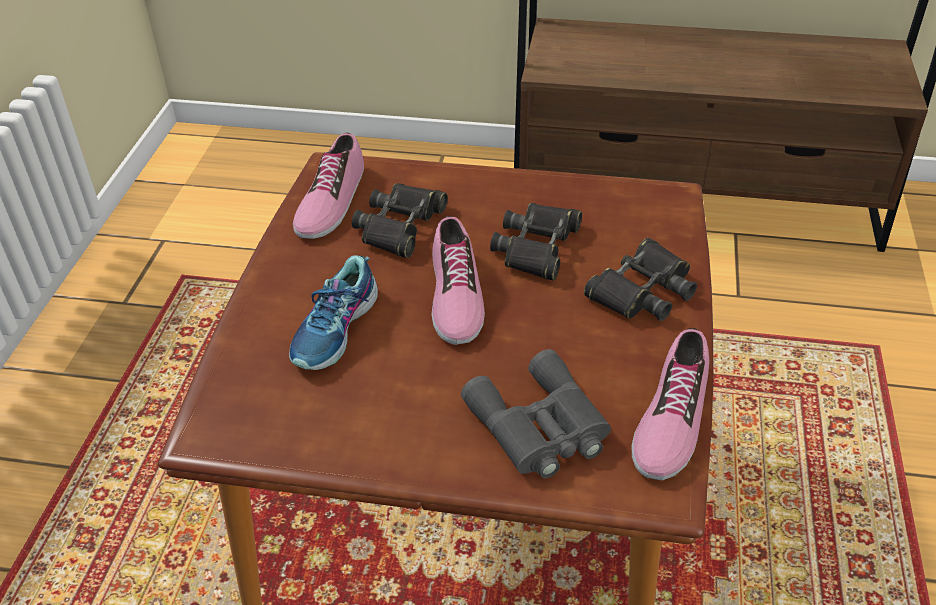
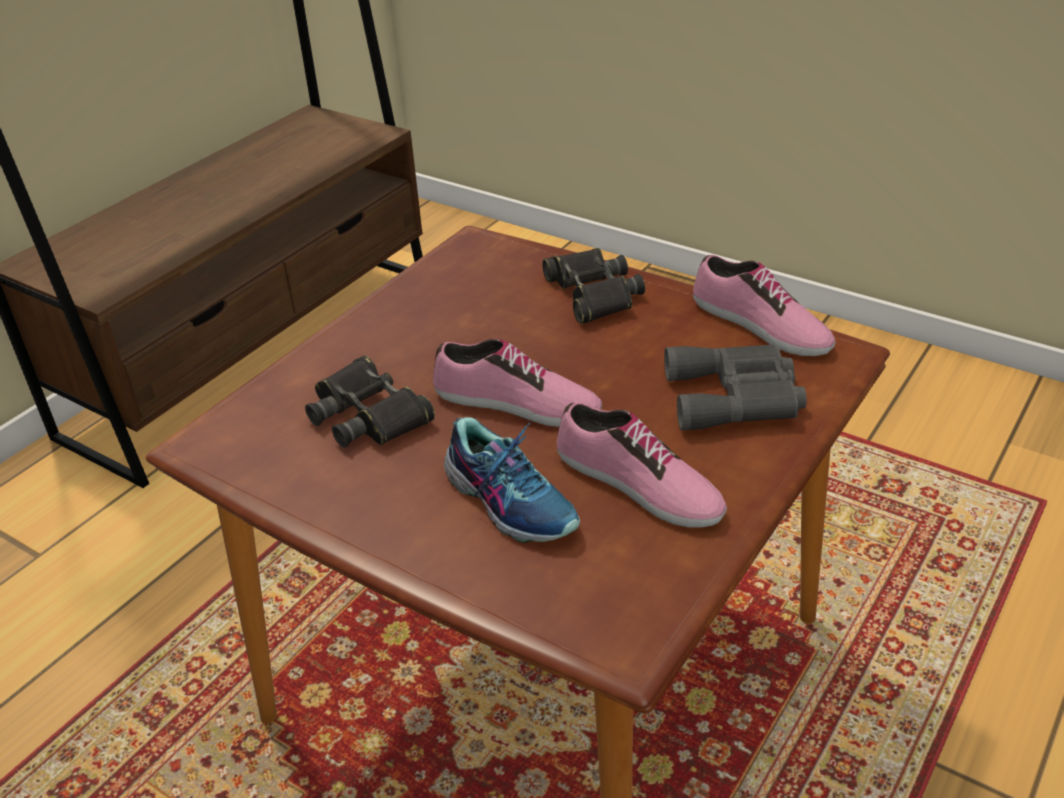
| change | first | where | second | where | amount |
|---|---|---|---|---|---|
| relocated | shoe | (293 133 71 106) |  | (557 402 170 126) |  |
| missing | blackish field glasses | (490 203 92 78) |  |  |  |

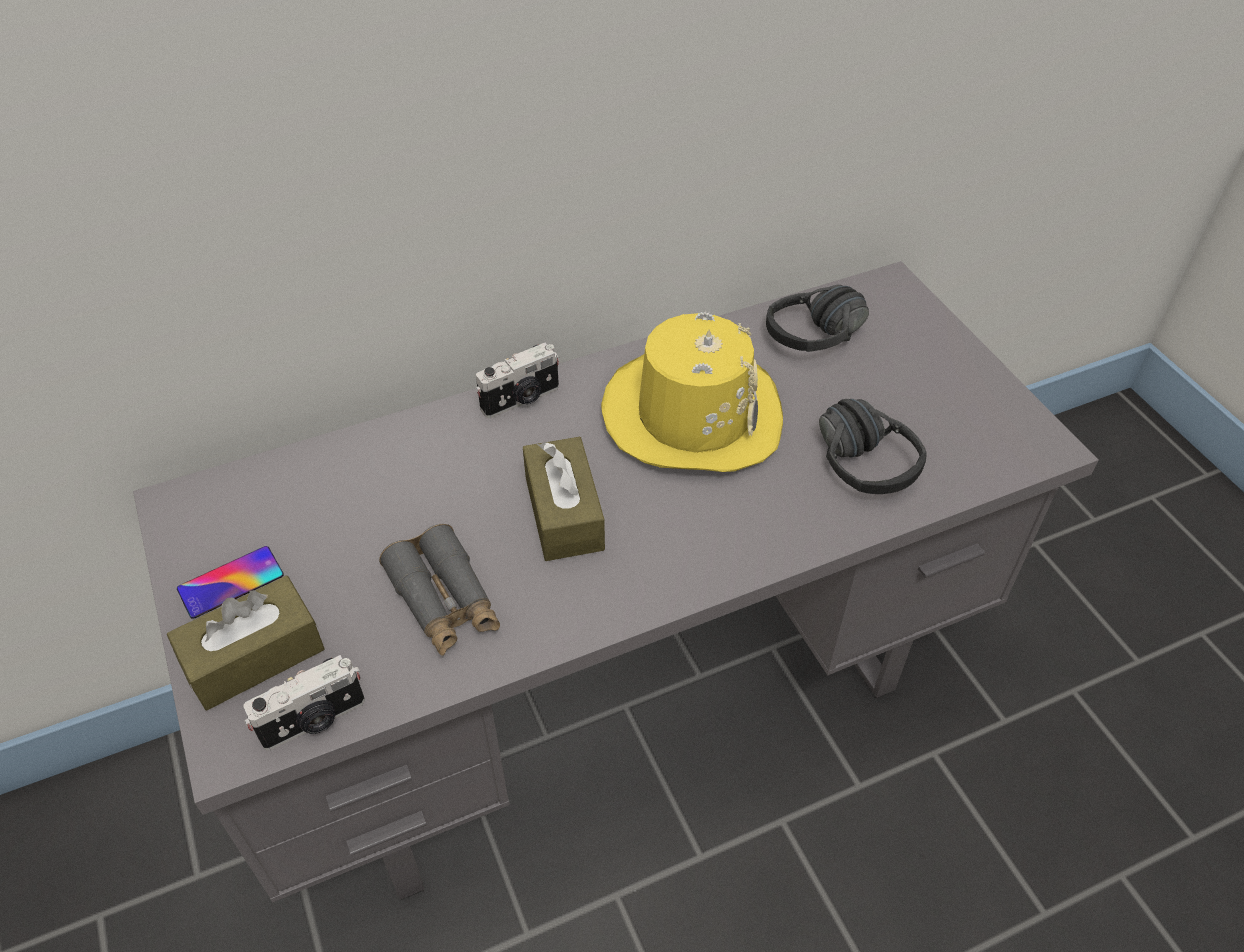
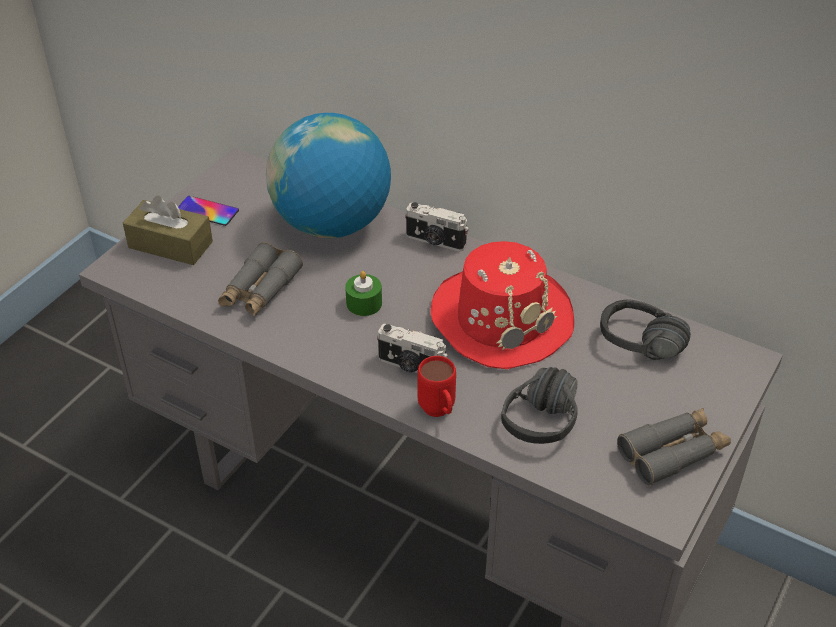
| change | first | where | second | where | amount |
|---|---|---|---|---|---|
| colour | yellowish hat | (601 312 182 160) | red-coloured hat | (431 241 143 128) |  |
| exchanged | brown tissue holder | (523 437 82 124) | green-coloured wax light | (345 271 37 45) |  |
| relocated | still camera | (243 655 122 96) |  | (377 324 70 49) |  |
| appeared |  |  | globe | (266 113 125 125) |  |
| appeared |  |  | red-coloured tea mug | (417 356 39 61) |  |
| appeared |  |  | greyish field glasses | (617 408 114 78) |  |

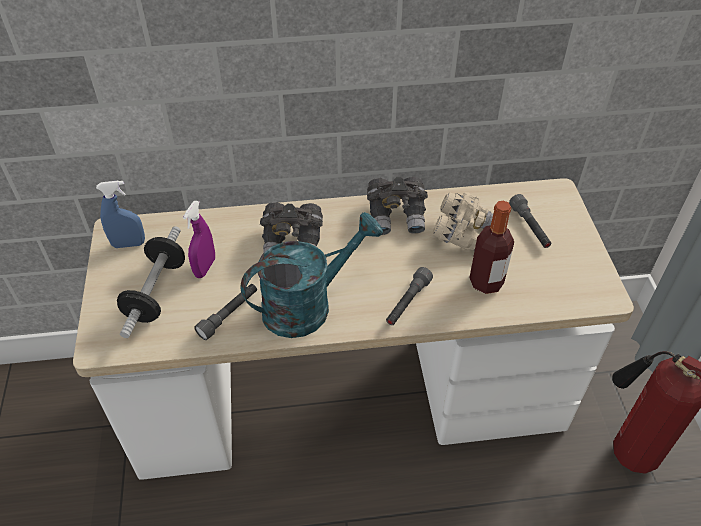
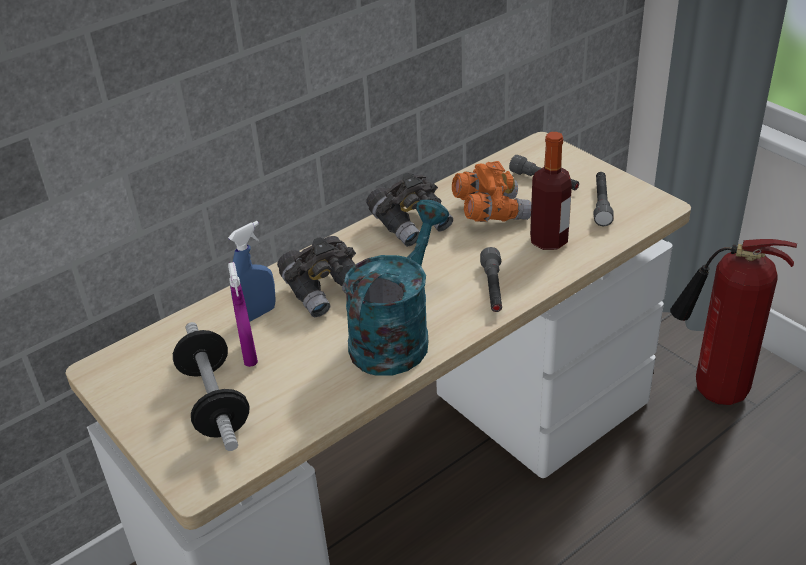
| change | first | where | second | where | amount |
|---|---|---|---|---|---|
| relocated | bluish hand sprayer | (96 180 49 68) |  | (228 221 47 101) |  |
| colour | sand-coloured field glasses | (433 192 60 59) | orangey field glasses | (452 161 79 61) |  |
| relocated | greyish hand torch | (194 284 63 56) |  | (593 172 21 54) |  |

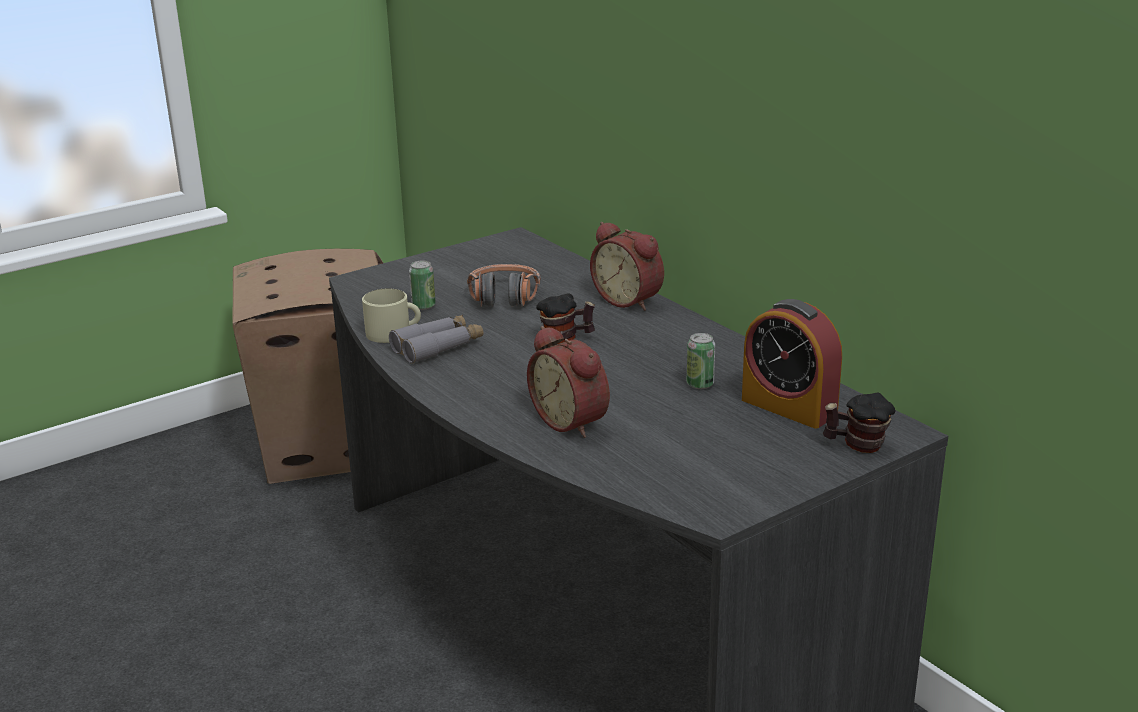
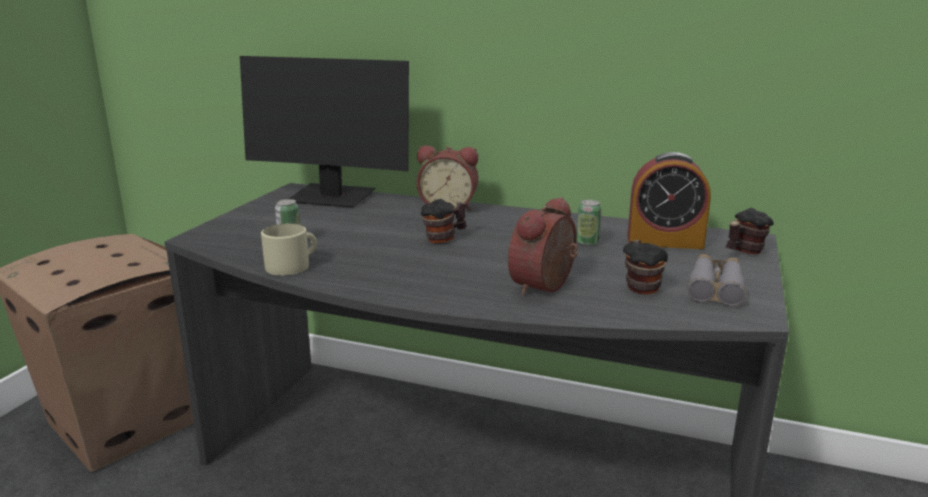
| change | first | where | second | where | amount |
|---|---|---|---|---|---|
| missing | headset | (467 264 74 43) |  |  |  |
| relocated | greyish field glasses | (389 315 94 49) |  | (687 254 59 52) |  |
| spun | bedside clock | (527 326 83 112) |  | (508 197 70 99) | 105 degrees clockwise |
| appeared |  |  | monitor | (240 56 169 152) |  |
| appeared |  |  | tea mug | (623 240 45 54) |  |

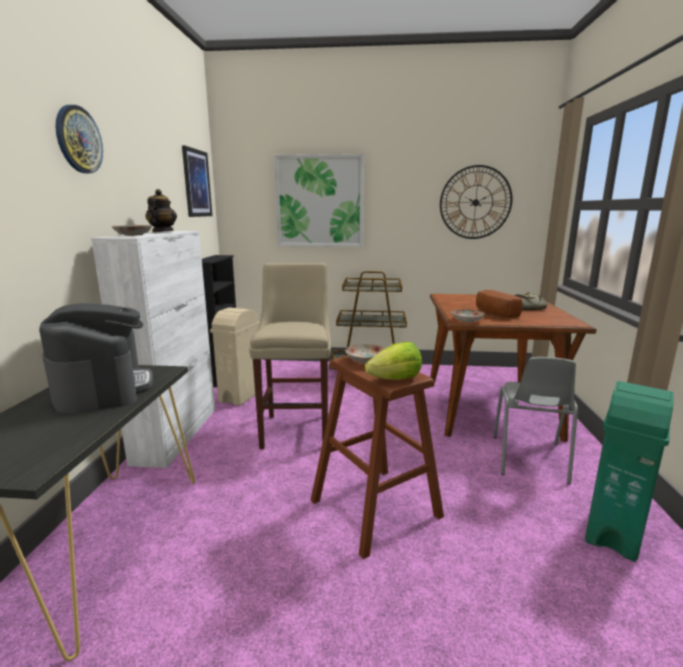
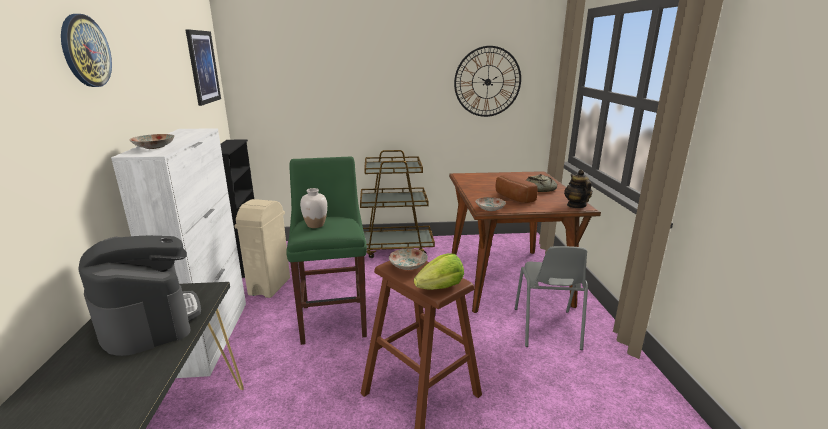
| change | first | where | second | where | amount |
|---|---|---|---|---|---|
| missing | picture | (274 154 90 93) |  |  |  |
| relocated | teapot | (146 189 31 43) |  | (564 170 29 38) |  |
| colour | sand-coloured stool | (249 263 82 186) | green-coloured stool | (286 156 81 189) |  |
| missing | green-coloured rubbish bin | (585 381 89 180) |  |  |  |
| appeared |  |  | white flower vase | (300 188 27 40) |  |

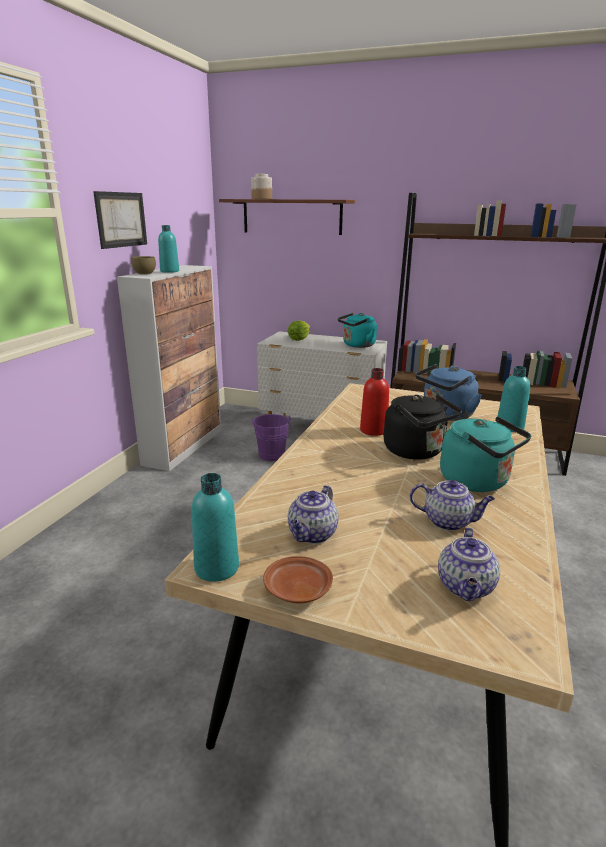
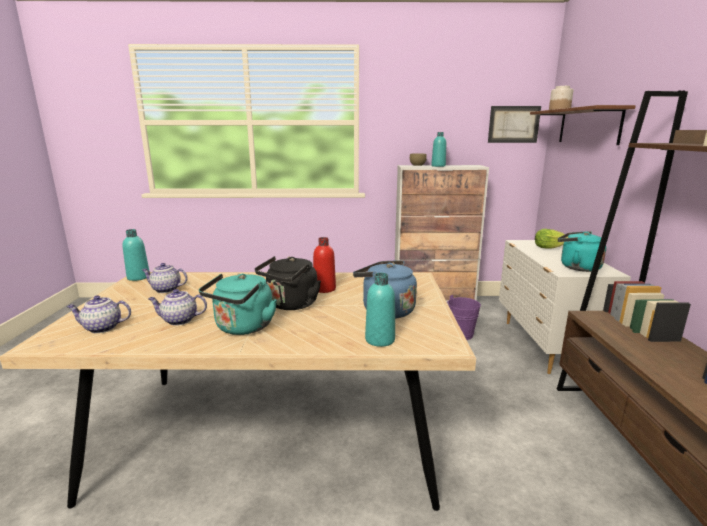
| change | first | where | second | where | amount |
|---|---|---|---|---|---|
| relocated | picture | (93 191 54 58) |  | (488 106 53 37) |  |
| spun | teapot | (410 480 85 51) |  | (148 289 59 36) | 90 degrees clockwise |
| missing | brown plate | (263 556 70 47) |  |  |  |

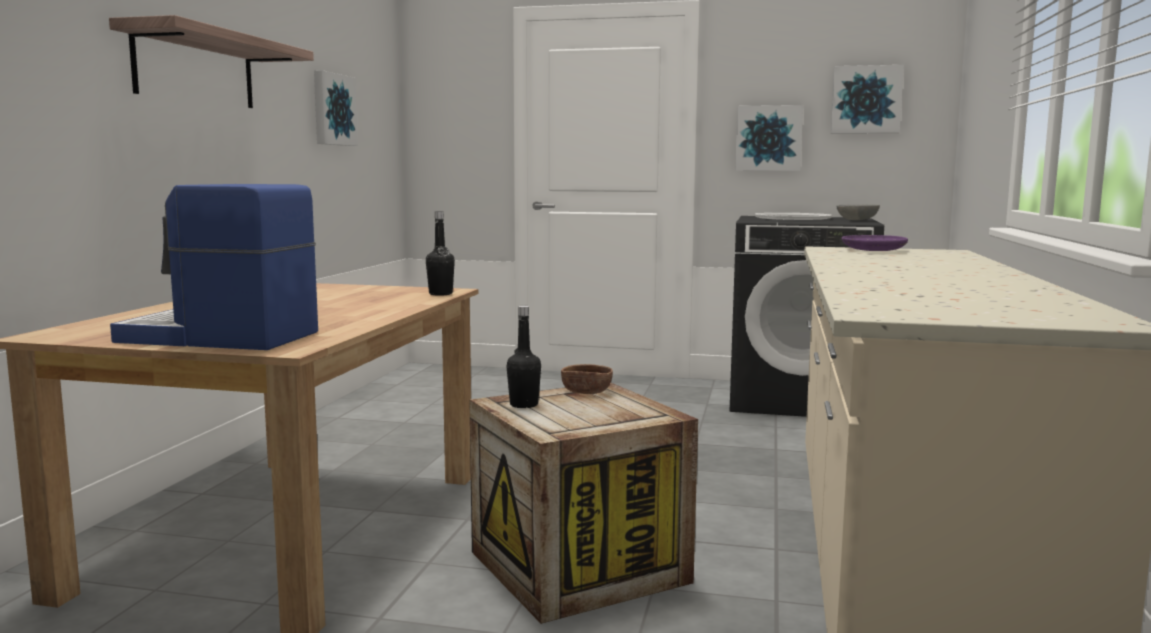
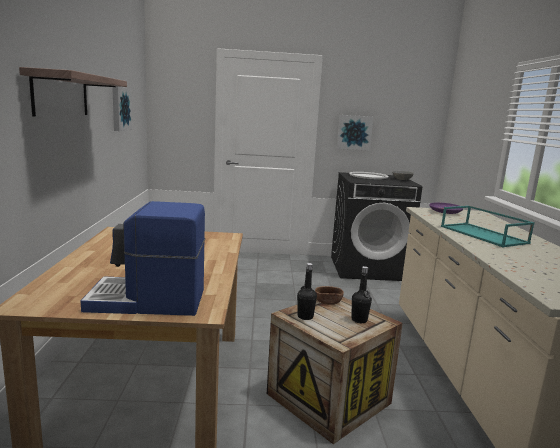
| change | first | where | second | where | amount |
|---|---|---|---|---|---|
| missing | picture | (831 65 73 69) |  |  |  |
| relocated | blackish bottle | (426 211 29 85) |  | (351 266 21 57) |  |
| appeared |  |  | blue-green serving tray | (441 206 94 41) |  |

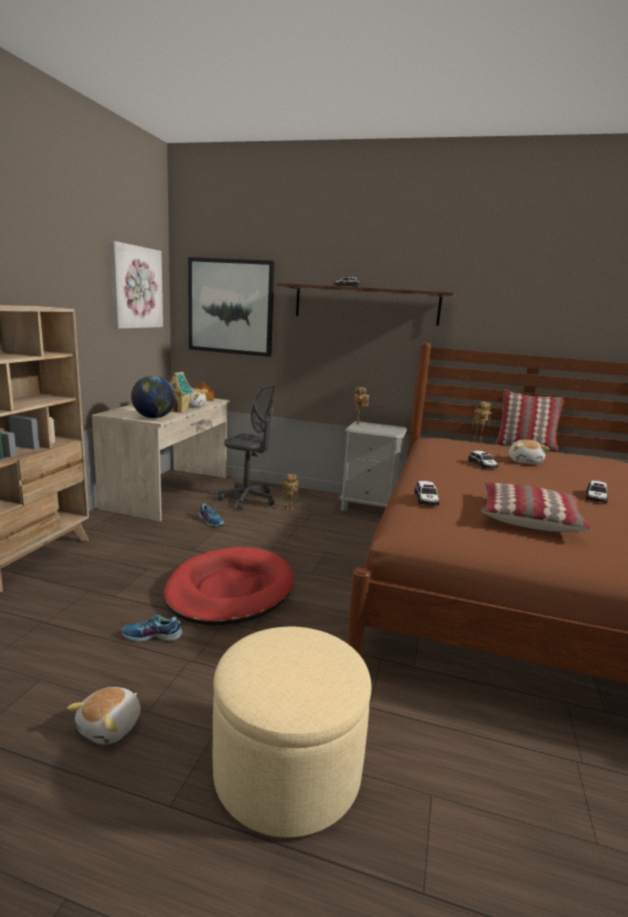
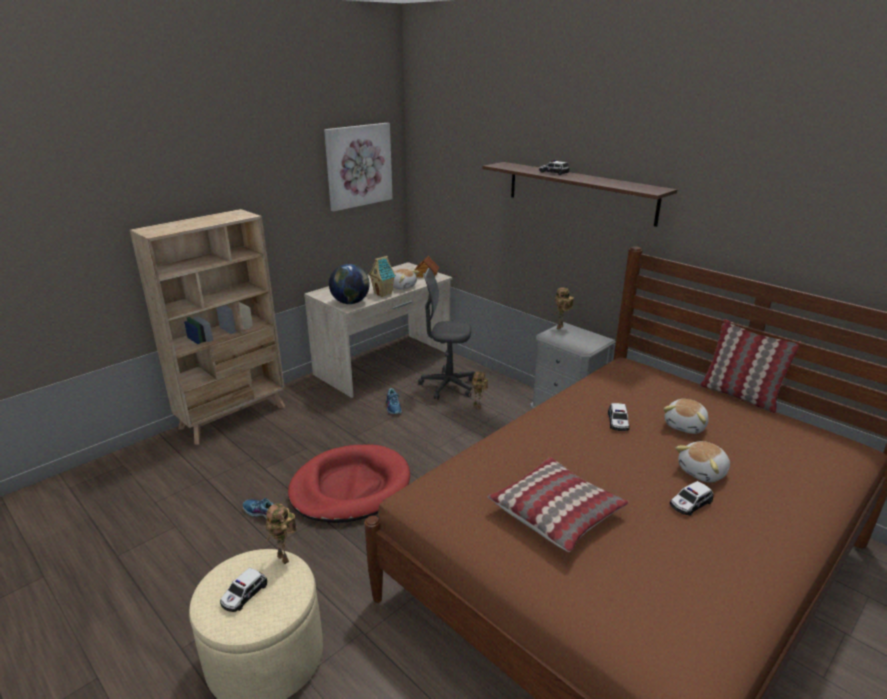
| change | first | where | second | where | amount |
|---|---|---|---|---|---|
| missing | picture | (188 257 87 100) |  |  |  |
| spun | greyish office chair | (218 384 58 126) |  | (418 268 57 132) | 135 degrees clockwise |
| relocated | model robot | (472 402 21 40) |  | (266 503 31 61) |  |
| relocated | model car | (414 481 26 24) |  | (220 568 47 44) |  |
| relocated | soft toy | (67 687 74 58) |  | (675 441 55 41) |  |

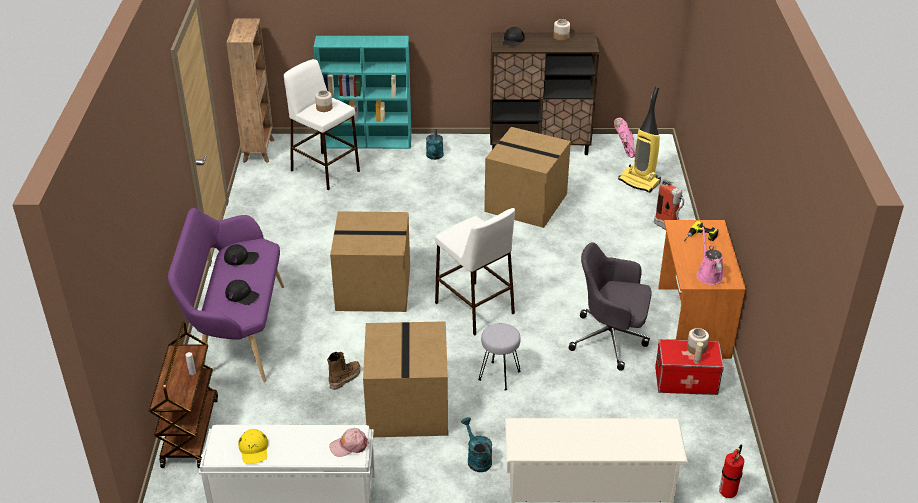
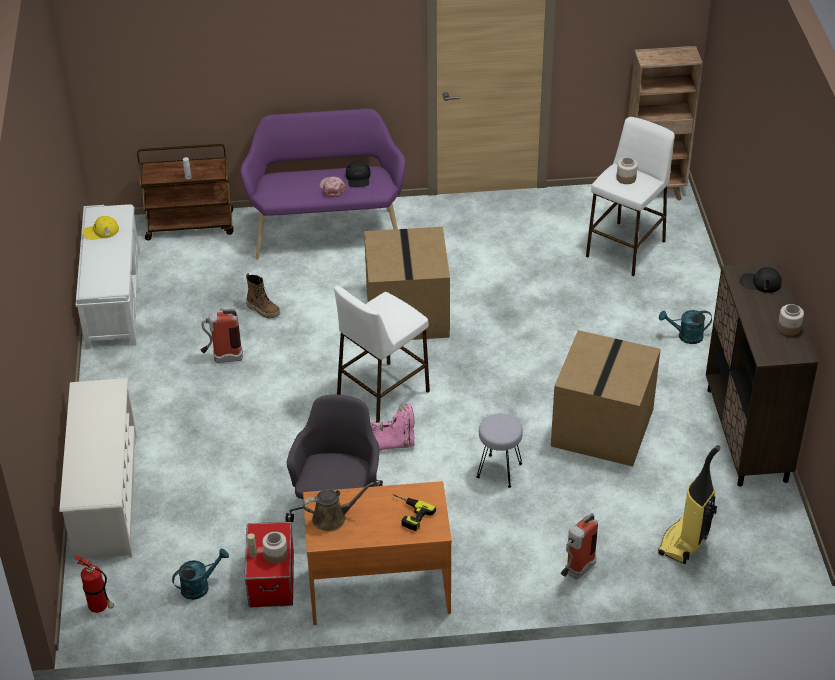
| change | first | where | second | where | amount |
|---|---|---|---|---|---|
| missing | blue-green shelving unit | (313 36 99 113) |  |  |  |
| relocated | pinkish high-top boot | (614 118 21 40) |  | (371 404 44 47) |  |
| colour | pinkish watering pot | (697 227 26 58) | brown watering pot | (303 482 71 50) |  |
| missing | blackish peaked cap | (225 280 35 25) |  |  |  |
| exchanged | packing box | (363 321 85 116) | fire-fighting cylinder | (201 308 42 55) |  |
| relocated | greyish stool | (478 323 43 68) |  | (477 414 46 74) |  |
| relocated | blue-green watering pot | (461 417 31 55) |  | (172 548 57 52) |  |
| relocated | pinkish peaked cap | (329 428 40 29) |  | (320 177 27 20) |  |

